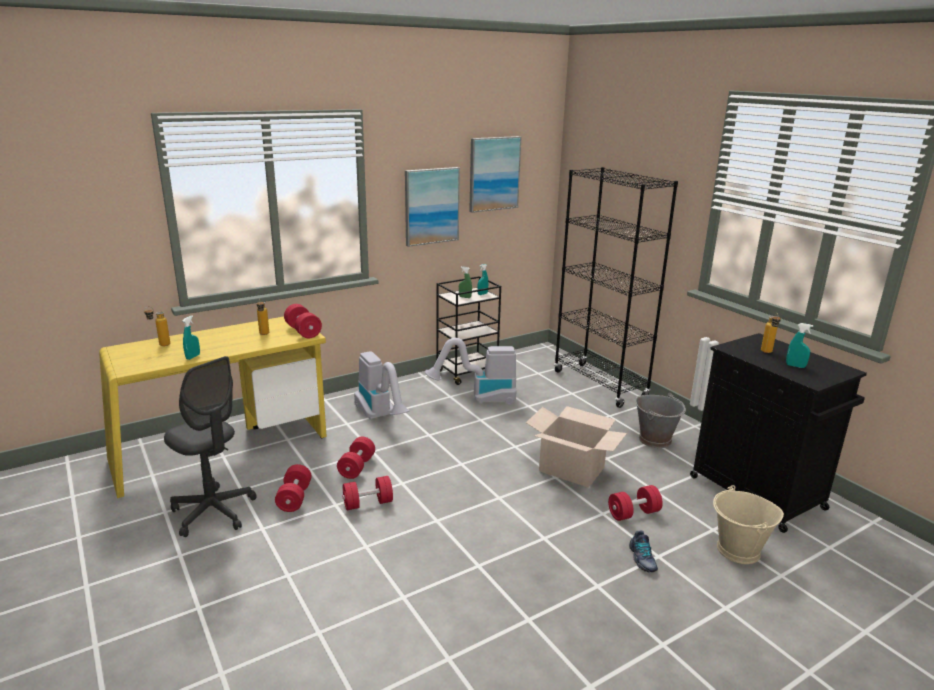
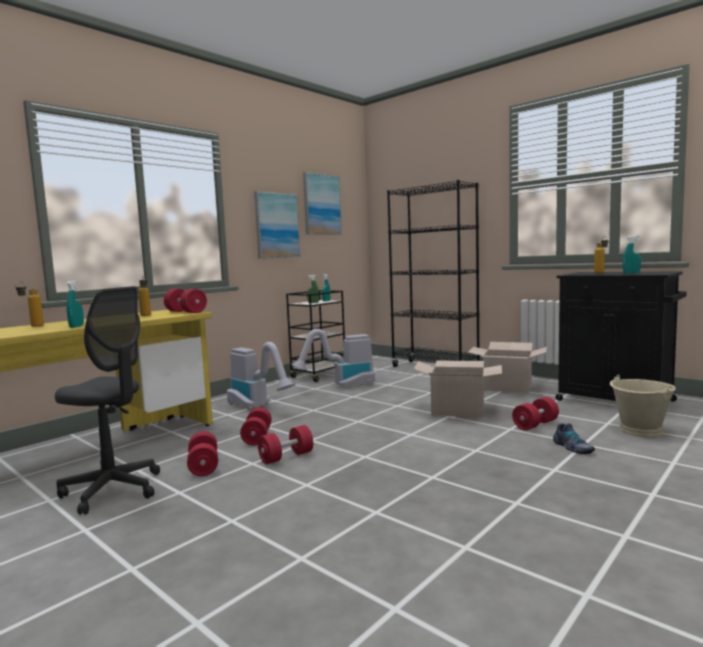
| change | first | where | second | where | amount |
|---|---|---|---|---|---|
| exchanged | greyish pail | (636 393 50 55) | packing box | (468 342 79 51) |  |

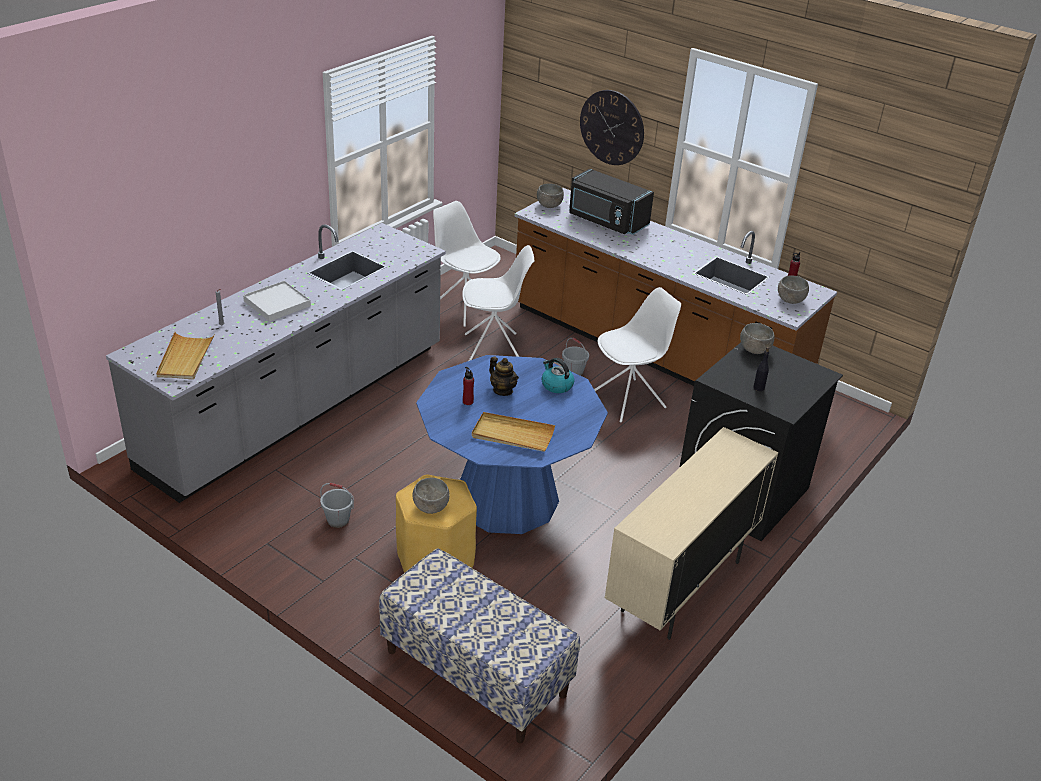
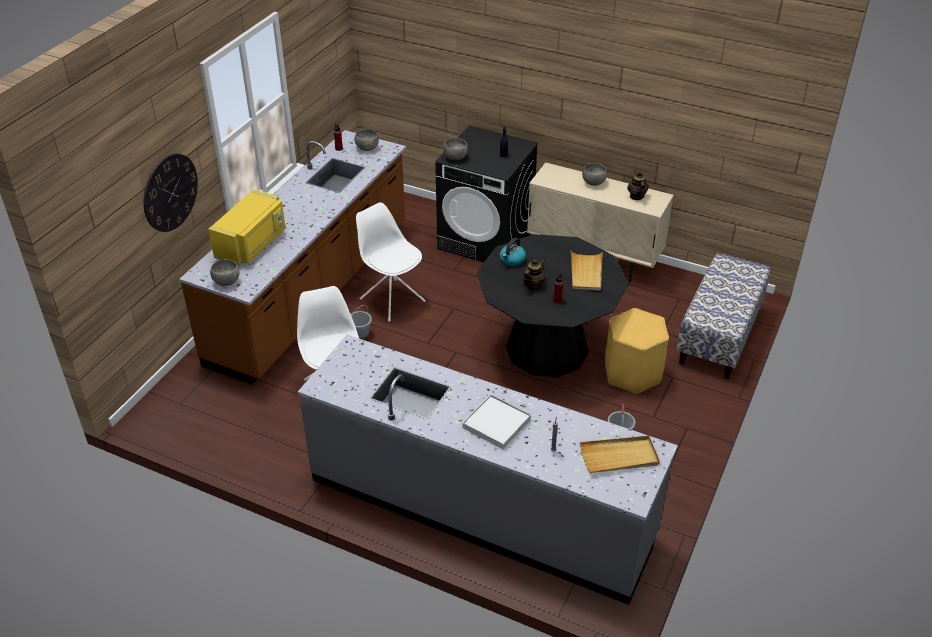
| change | first | where | second | where | amount |
|---|---|---|---|---|---|
| colour | blackish microwave | (569 169 85 66) | yellowish microwave | (208 189 78 77) |  |
| missing | white chair | (433 201 68 126) |  |  |  |
| colour | bluish dining table | (416 355 192 179) | blackish dining table | (477 234 151 143) |  |
| relocated | greyish serving bowl | (413 478 37 36) |  | (582 163 25 23) |  |
| appeared |  |  | teapot | (627 170 22 30) |  |

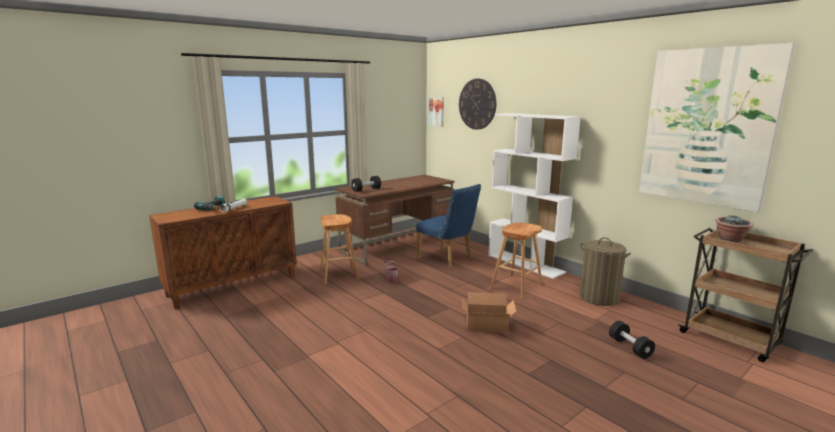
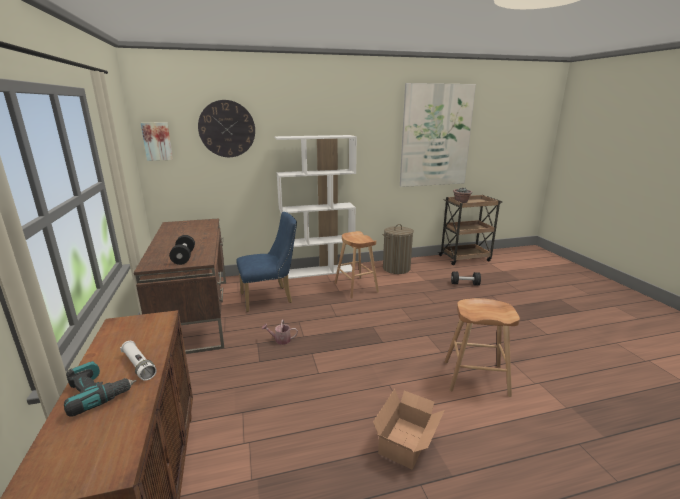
| change | first | where | second | where | amount |
|---|---|---|---|---|---|
| relocated | brown stool | (320 214 39 71) |  | (445 298 75 99) |  |
| relocated | packing box | (463 292 54 41) |  | (373 389 72 81) |  |

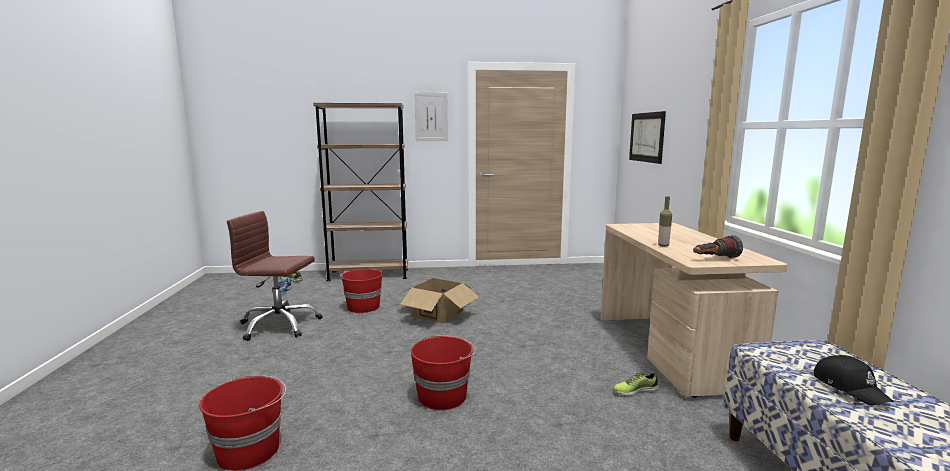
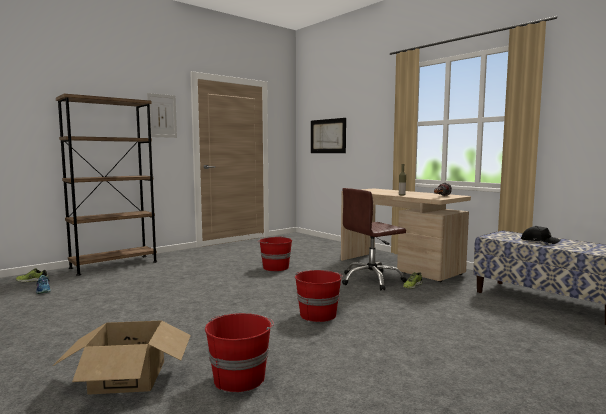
| change | first | where | second | where | amount |
|---|---|---|---|---|---|
| relocated | brown office chair | (227 211 96 130) |  | (342 188 65 102) |  |
| relocated | red-coloured pail | (340 269 43 44) |  | (258 236 34 35) |  |
| relocated | packing box | (398 278 81 45) |  | (53 320 138 75) |  |

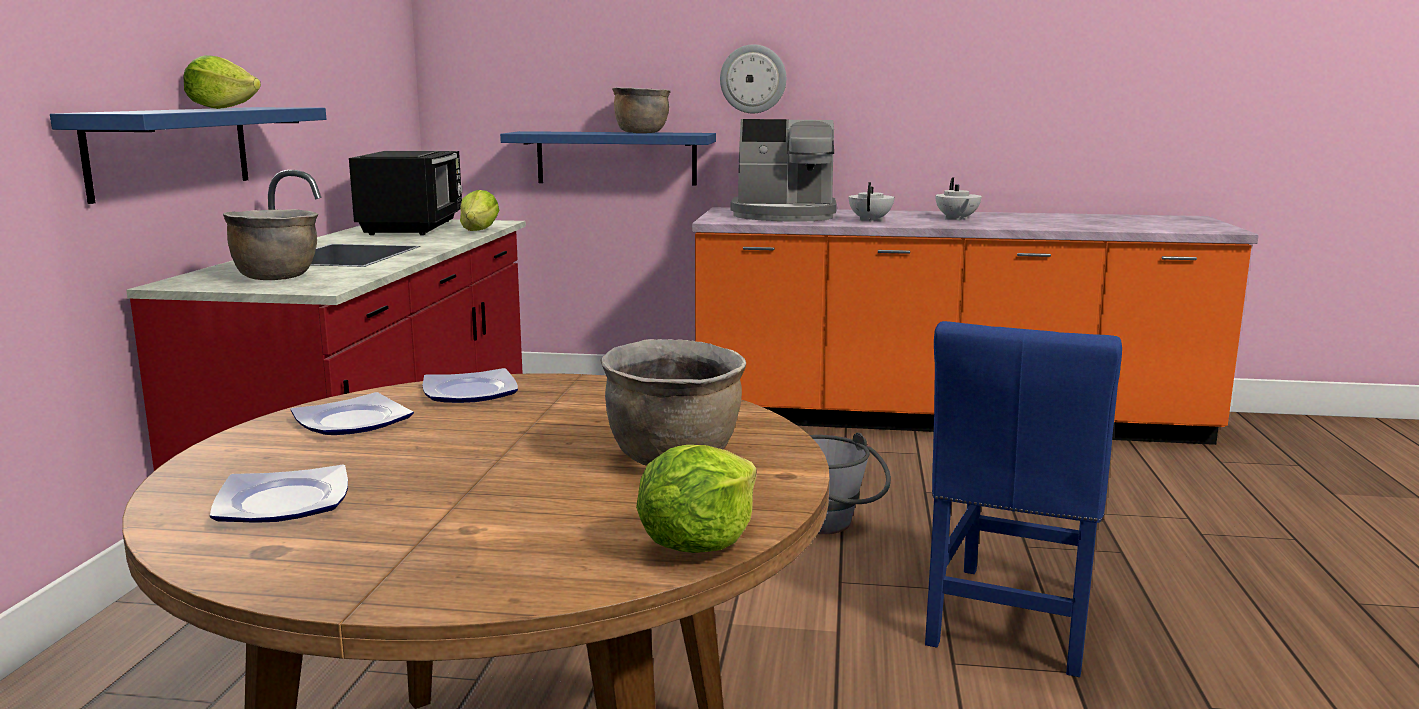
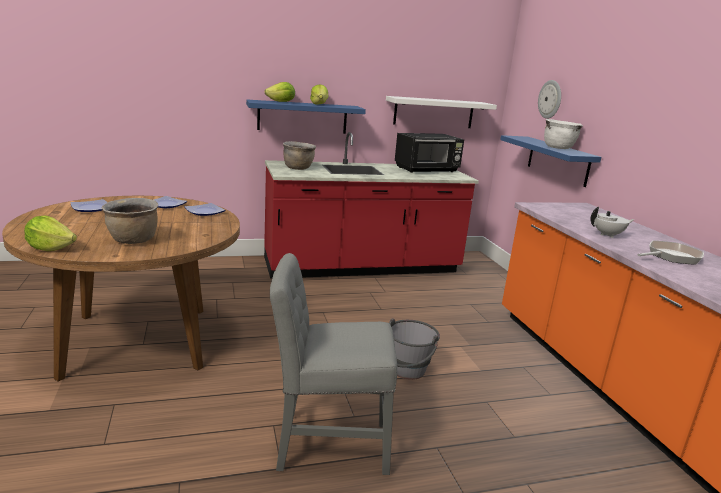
| change | first | where | second | where | amount |
|---|---|---|---|---|---|
| relocated | clock on the wall | (720 44 66 69) |  | (538 80 23 39) |  |
| colour | brown cooking pot | (612 87 59 46) | white cooking pot | (544 119 39 30) |  |
| missing | coffee maker | (731 119 106 103) |  |  |  |
| exchanged | white teapot | (935 177 47 44) | frying pan | (637 240 67 25) |  |
| relocated | lettuce | (460 190 39 41) |  | (265 82 30 20) |  |
| colour | bluish chair | (925 321 197 356) | greyish chair | (270 253 127 222) |  |
| appeared |  |  | white bracket shelf | (386 96 111 32) |  |

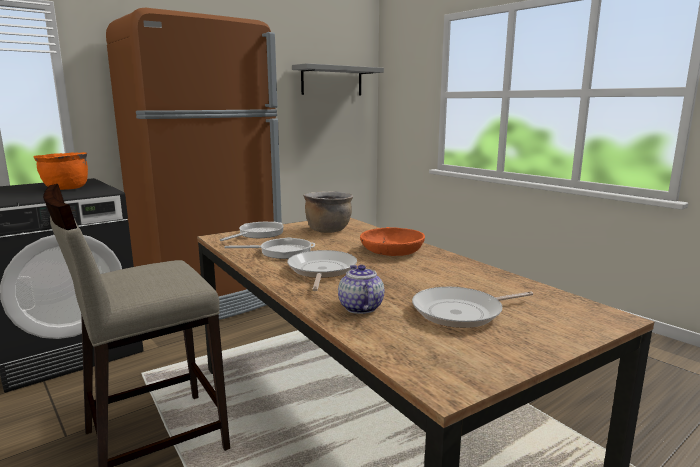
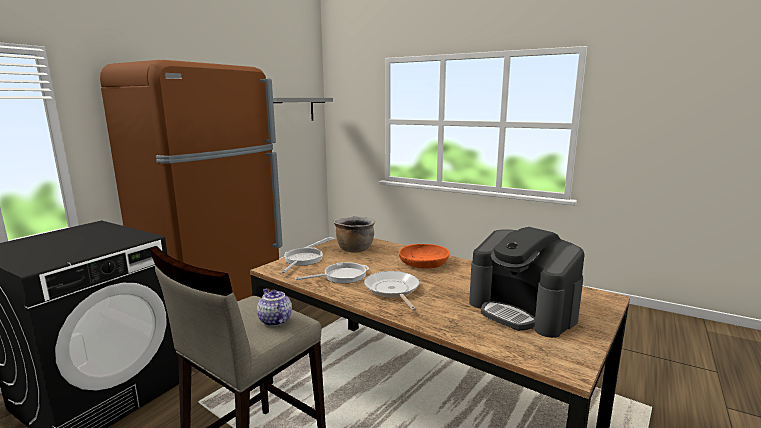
| change | first | where | second | where | amount |
|---|---|---|---|---|---|
| missing | orangey cooking pot | (34 152 54 38) |  |  |  |
| relocated | teapot | (338 265 46 49) |  | (257 288 35 38) |  |
| exchanged | frying pan | (412 287 121 41) | coffee maker | (469 227 116 111) |  |

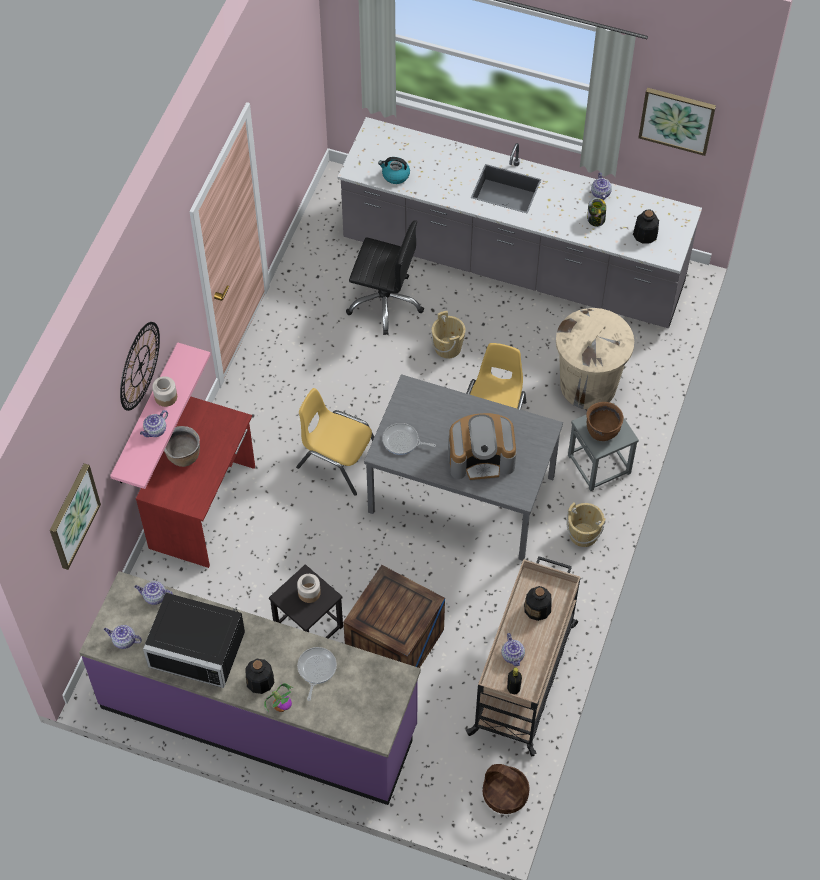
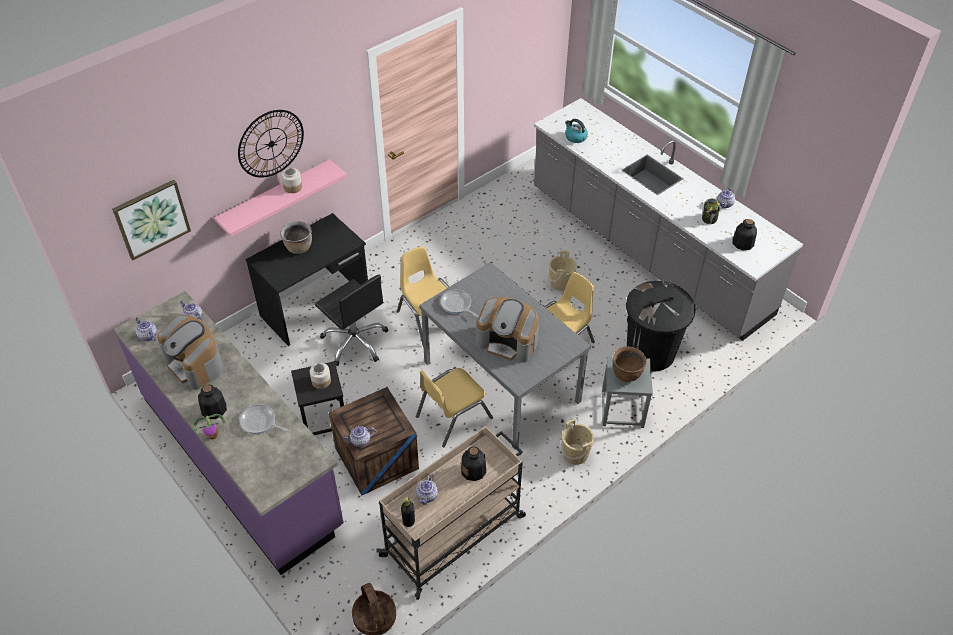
| change | first | where | second | where | amount |
|---|---|---|---|---|---|
| missing | picture | (638 88 78 68) |  |  |  |
| relocated | blackish office chair | (346 220 78 115) |  | (315 275 73 91) |  |
| colour | sand-coloured rubbish bin | (556 308 78 101) | blackish rubbish bin | (626 281 69 91) |  |
| colour | red-coloured desk unit | (136 396 119 172) | blackish desk unit | (246 213 122 133) |  |
| relocated | teapot | (140 410 28 27) |  | (343 426 33 21) |  |
| exchanged | blackish microwave | (143 593 102 95) | coffee maker | (157 314 66 76) |  |
| spun | frying pan | (297 647 40 54) |  | (239 404 49 30) | 105 degrees counterclockwise |
| appeared |  |  | yellowish chair | (416 368 77 79) |  |

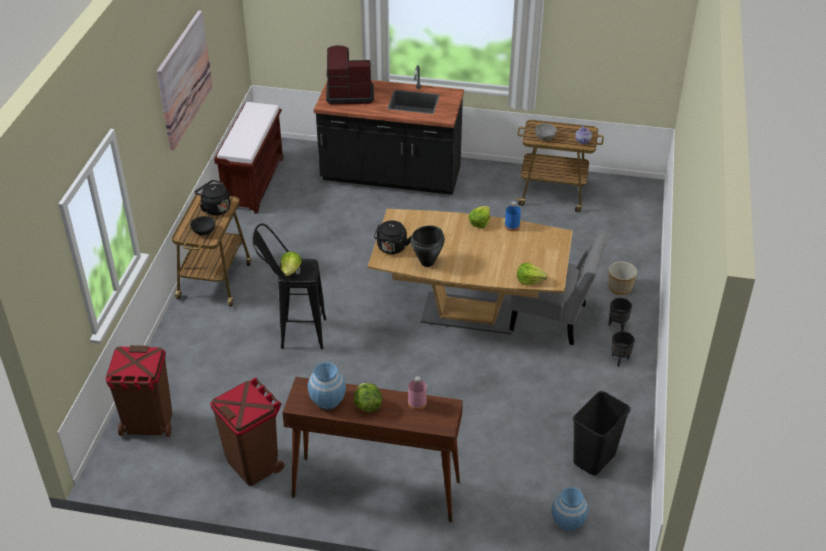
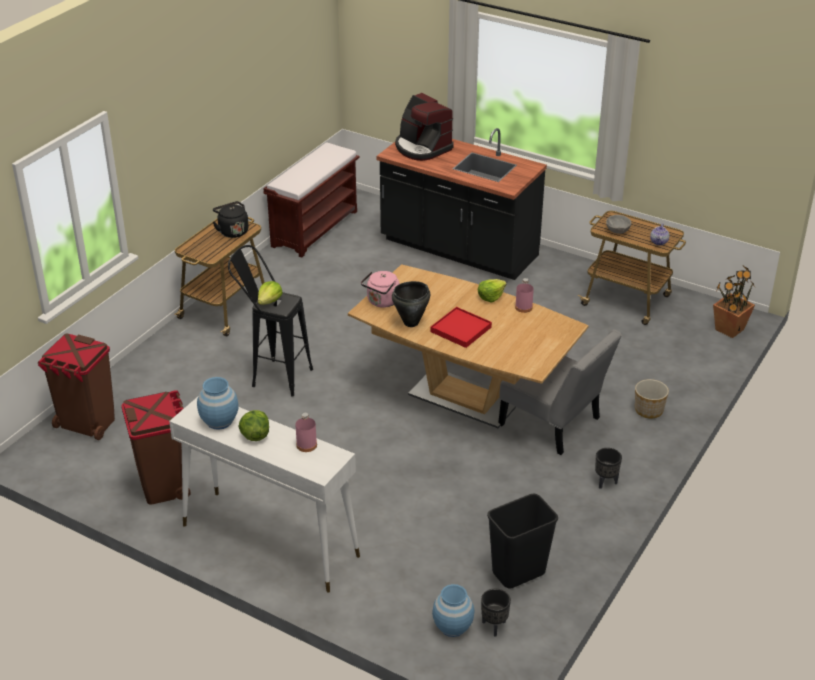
| change | first | where | second | where | amount |
|---|---|---|---|---|---|
| missing | picture | (157 11 56 139) |  |  |  |
| spun | coffee maker | (326 45 48 60) |  | (395 93 59 68) | 150 degrees counterclockwise |
| colour | bluish bottle | (505 201 16 30) | pinkish bottle | (515 278 19 35) |  |
| missing | blackish serving bowl | (190 216 25 19) |  |  |  |
| colour | blackish tea kettle | (374 220 38 34) | pinkish tea kettle | (361 271 39 37) |  |
| missing | lettuce | (517 263 31 22) |  |  |  |
| relocated | blackish plant pot | (608 298 24 33) |  | (481 589 30 47) |  |
| colour | brown hall table | (282 377 181 145) | white hall table | (169 397 191 196) |  |
| appeared |  |  | houseplant | (713 266 42 72) |  |
| appeared |  |  | red-coloured serving tray | (431 307 61 41) |  |

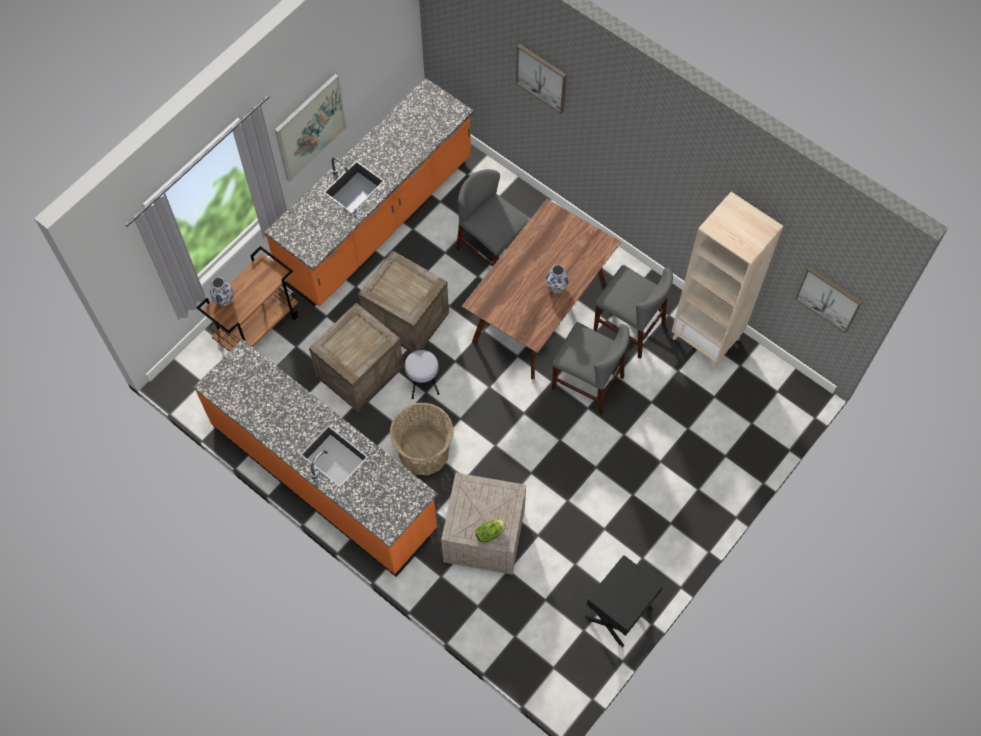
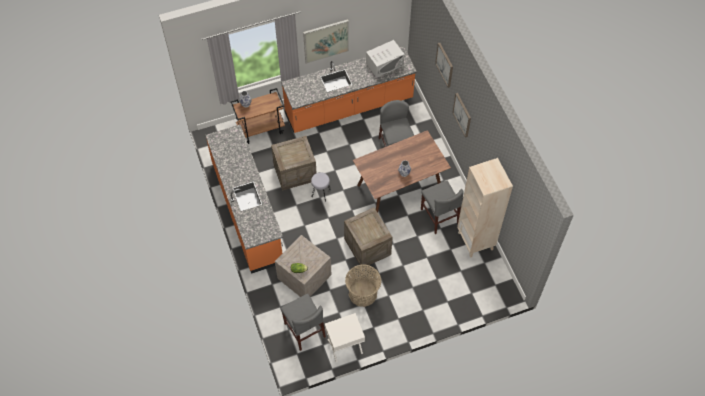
| change | first | where | second | where | amount |
|---|---|---|---|---|---|
| relocated | crate | (358 250 91 102) |  | (344 208 49 57) |  |
| relocated | picture | (795 267 68 66) |  | (452 93 19 45) |  |
| relocated | greyish chair | (552 322 77 93) |  | (281 294 45 57) |  |
| relocated | household basket | (390 402 64 74) |  | (345 264 36 43) |  |
| colour | blackish nightstand | (585 555 78 92) | white nightstand | (325 313 40 50) |  |
| appeared |  |  | white microwave | (366 40 39 38) |  |

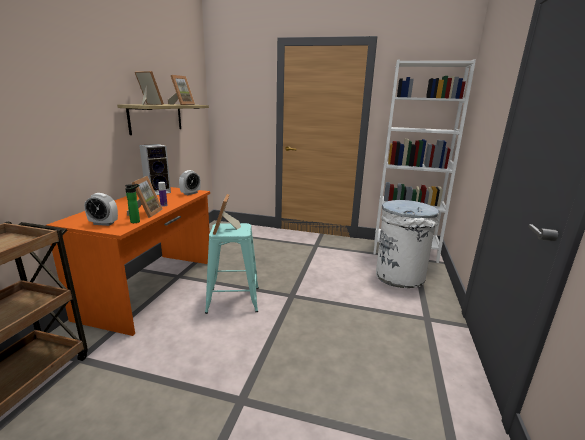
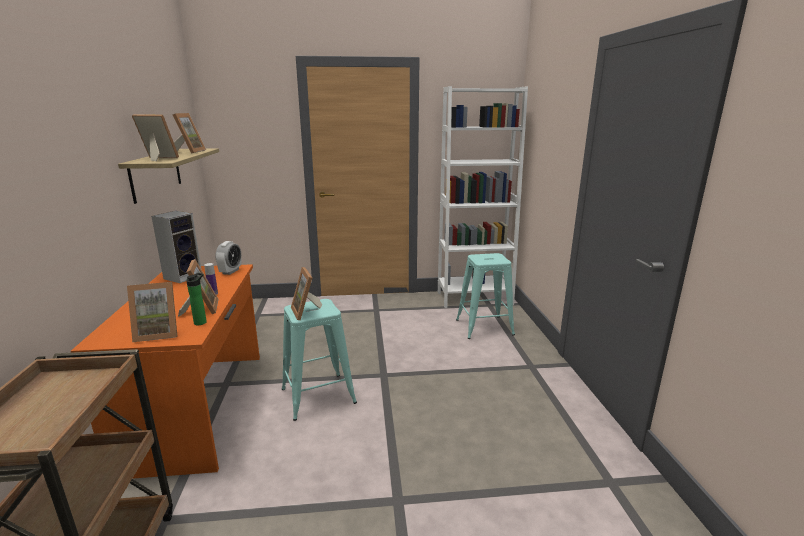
| change | first | where | second | where | amount |
|---|---|---|---|---|---|
| exchanged | bedside clock | (84 193 34 33) | photo frame | (127 282 51 60) |  |
| exchanged | white rubbish bin | (376 200 63 88) | blue-green stool | (456 253 59 86) |  |

